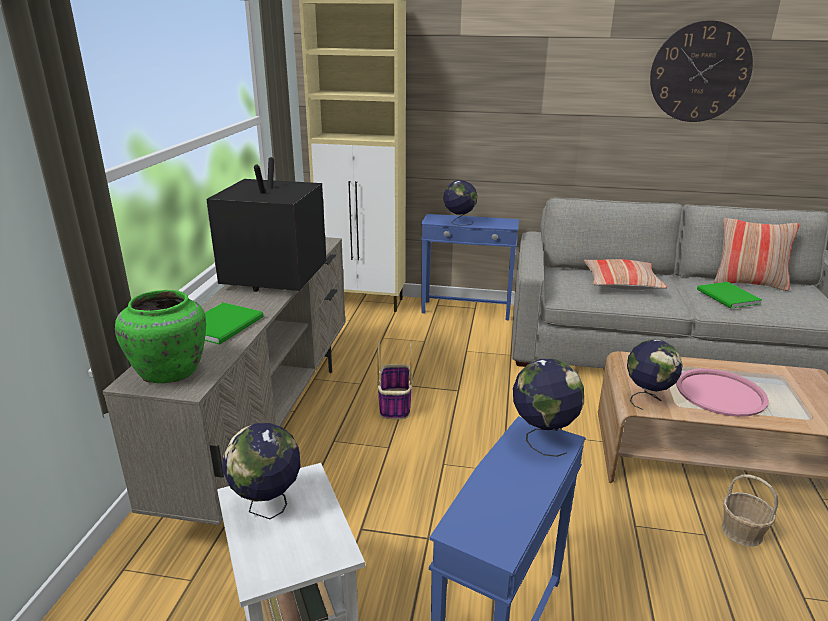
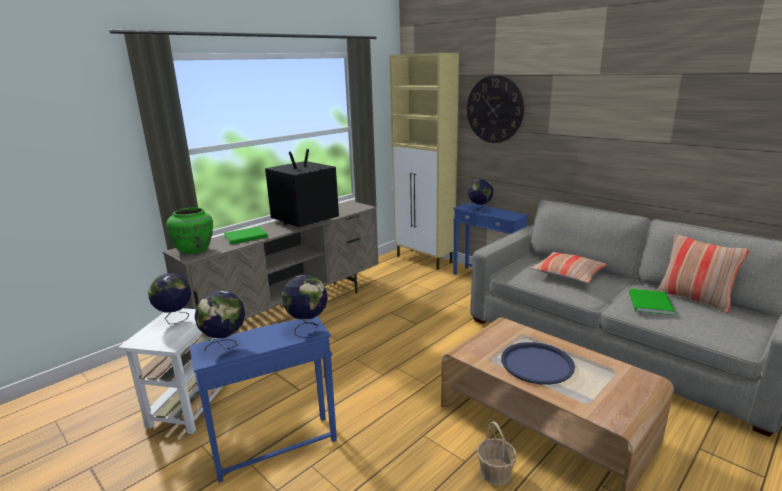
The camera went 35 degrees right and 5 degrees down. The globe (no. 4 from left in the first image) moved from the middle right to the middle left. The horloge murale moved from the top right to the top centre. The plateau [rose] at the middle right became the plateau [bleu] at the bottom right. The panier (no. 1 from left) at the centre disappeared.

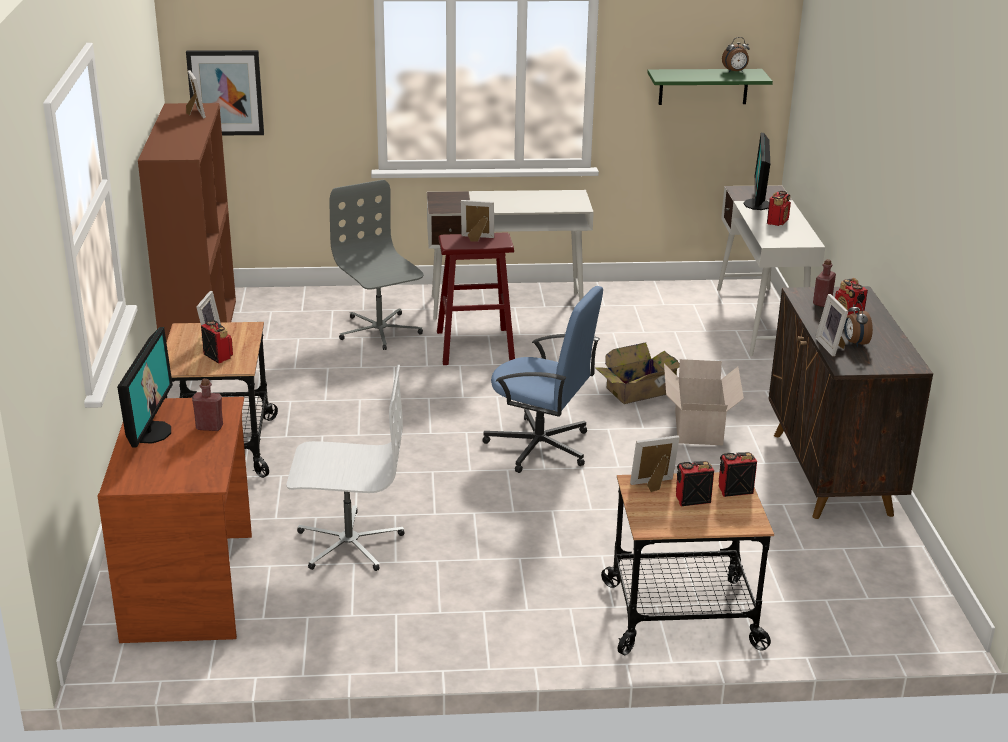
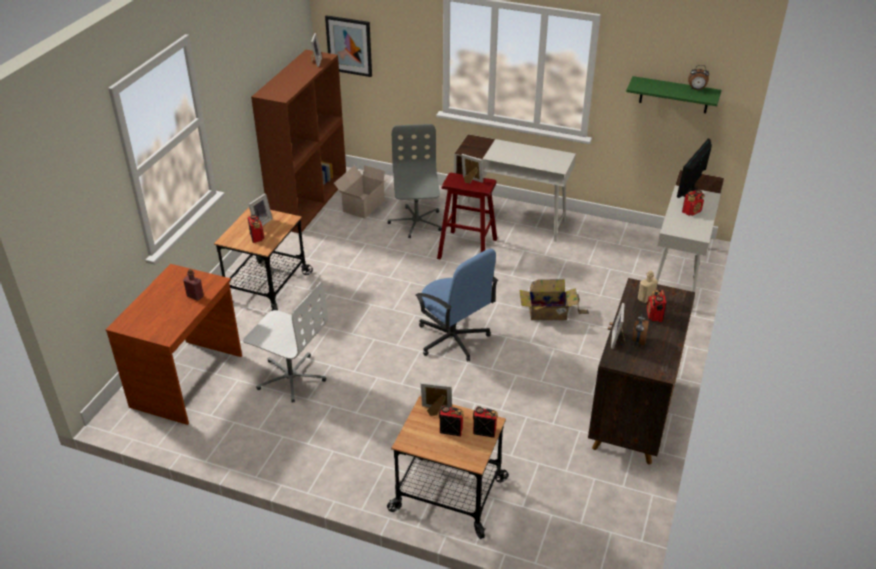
The camera went 25 degrees right and 10 degrees up. The carton (no. 2 from left in the first image) moved from the middle right to the centre. The bouteille [rouge] (no. 2 from left) at the middle right became the bouteille [beige] at the middle right. The écran d'ordinateur (no. 1 from left) at the middle left disappeared.

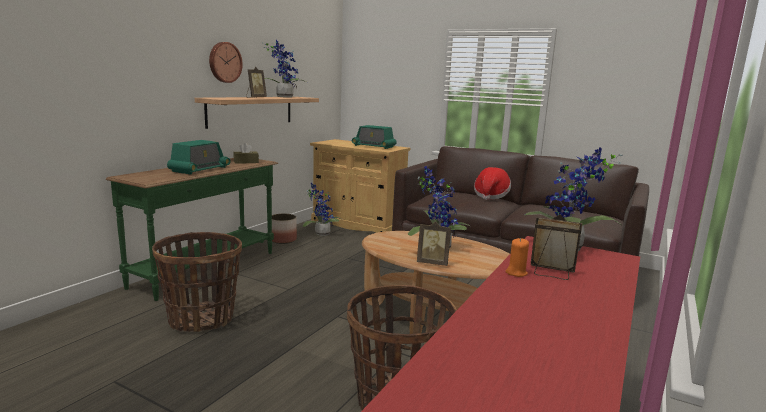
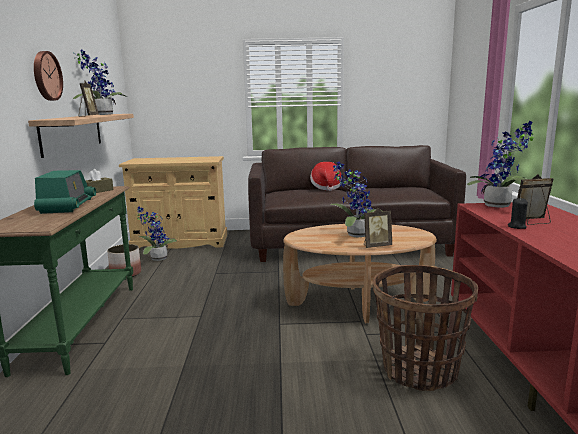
The camera went 30 degrees left and 0 degrees up. The bougie [orange] at the middle right became the bougie [noir] at the middle right. The panier (no. 1 from left) at the bottom left disappeared. The radio (no. 2 from left) at the top centre disappeared.

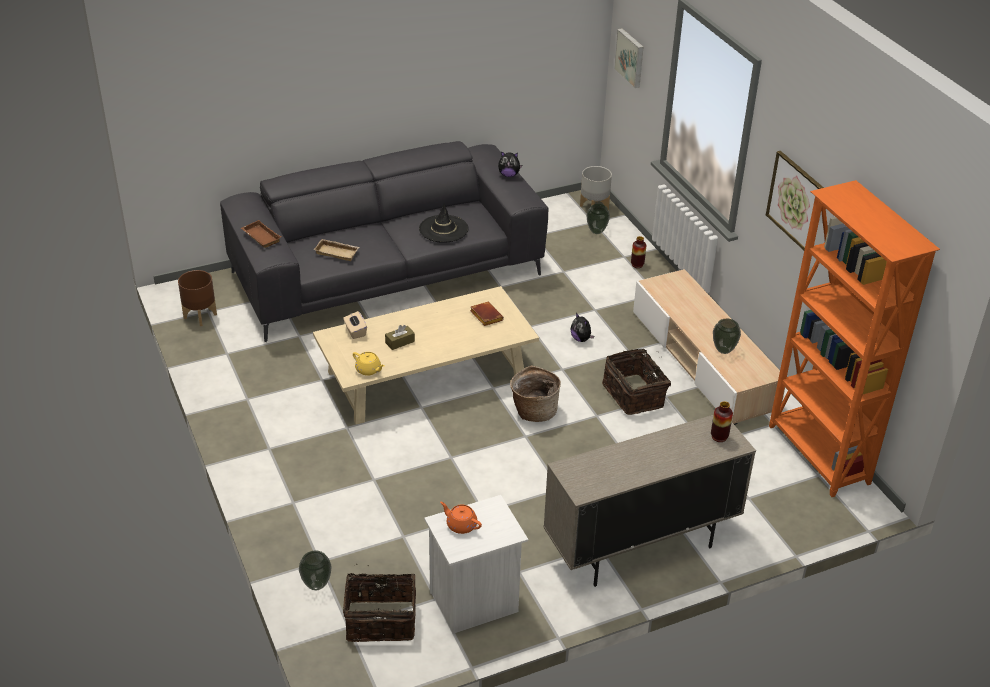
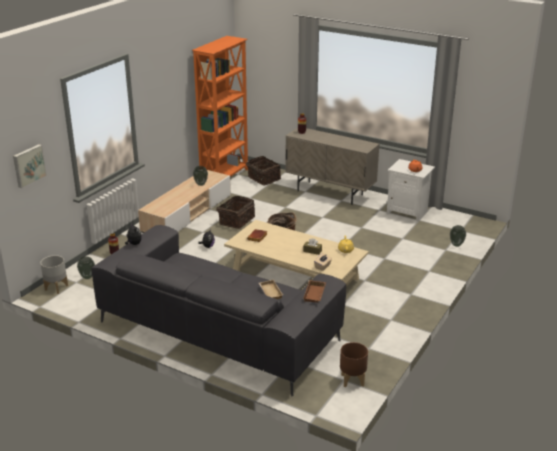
The camera went 125 degrees left and 10 degrees down. The panier (no. 1 from left in the first image) moved from the bottom centre to the centre. The chapeau [noir] at the top centre disappeared. The tableau (no. 2 from left) at the top right disappeared.

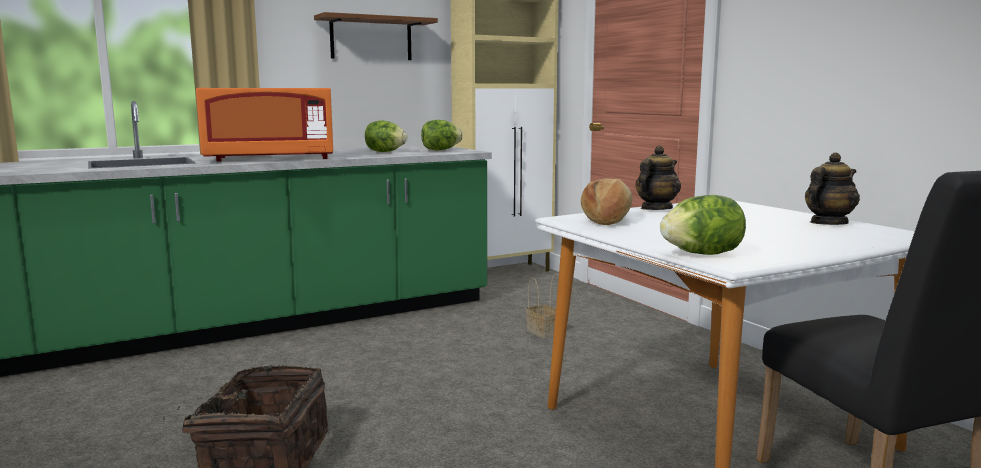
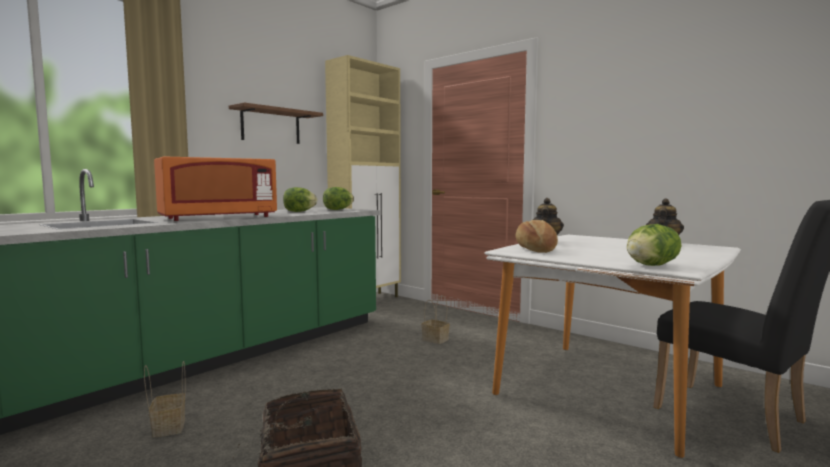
The camera went 20 degrees left and 5 degrees down. The panier (no. 1 from left) at the bottom left appeared.

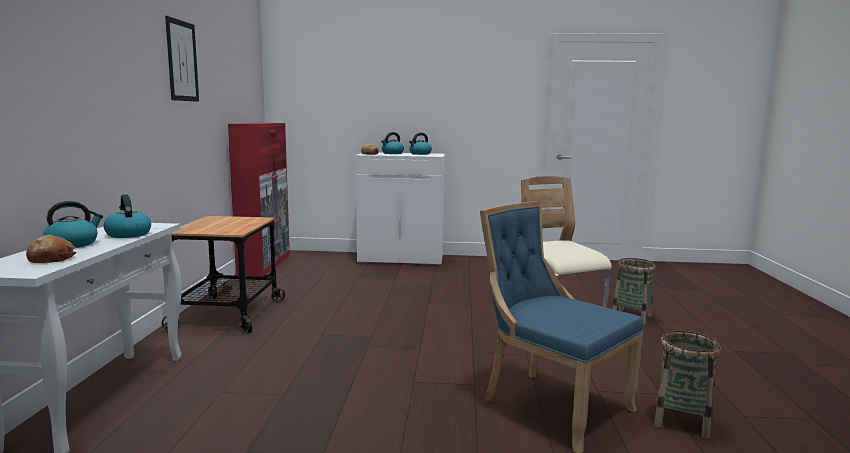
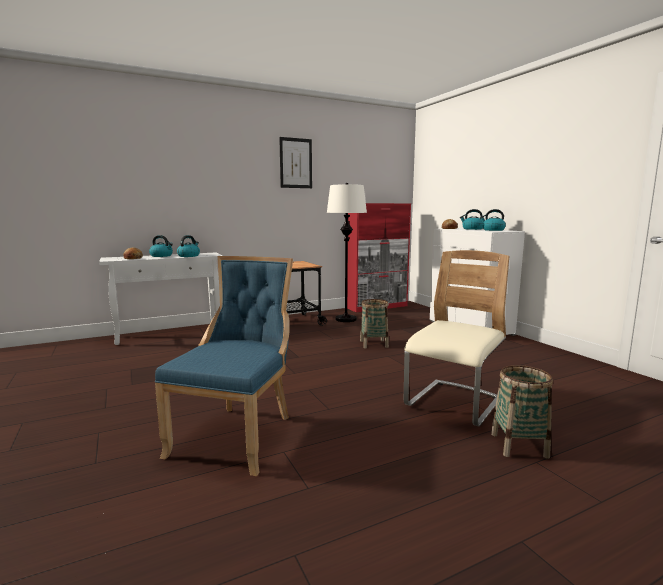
The camera went 60 degrees right and 0 degrees up. The lampadaire [blanc] at the centre appeared. The panier (no. 2 from left in the first image) moved from the bottom right to the centre.

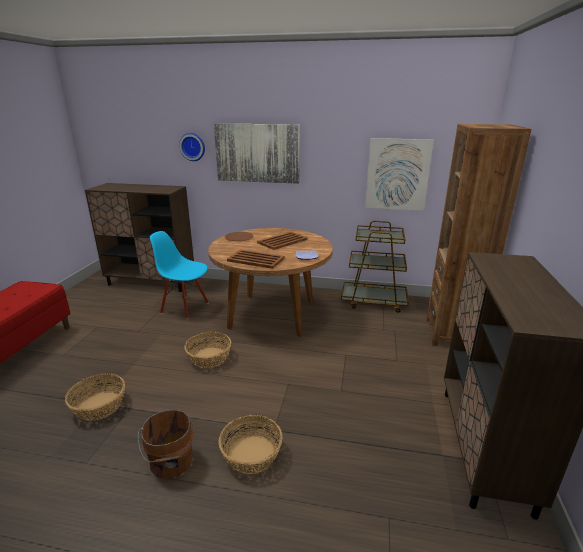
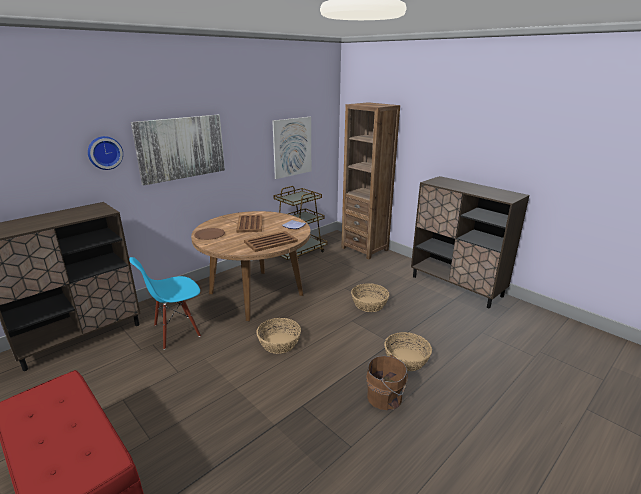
The camera went 55 degrees left and 0 degrees up. The panier (no. 1 from left in the first image) moved from the bottom left to the centre.

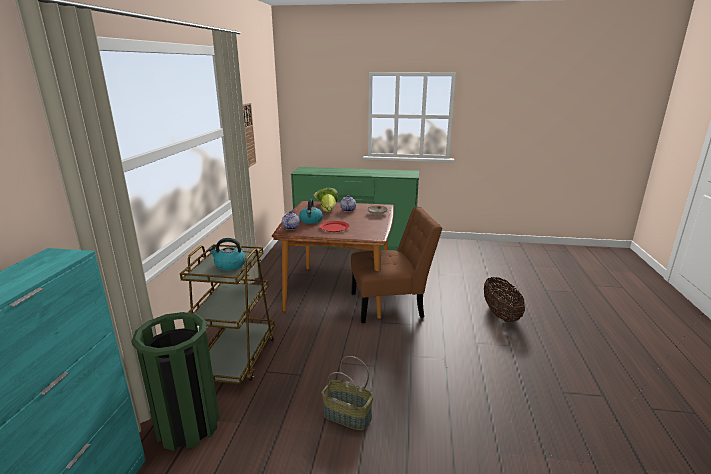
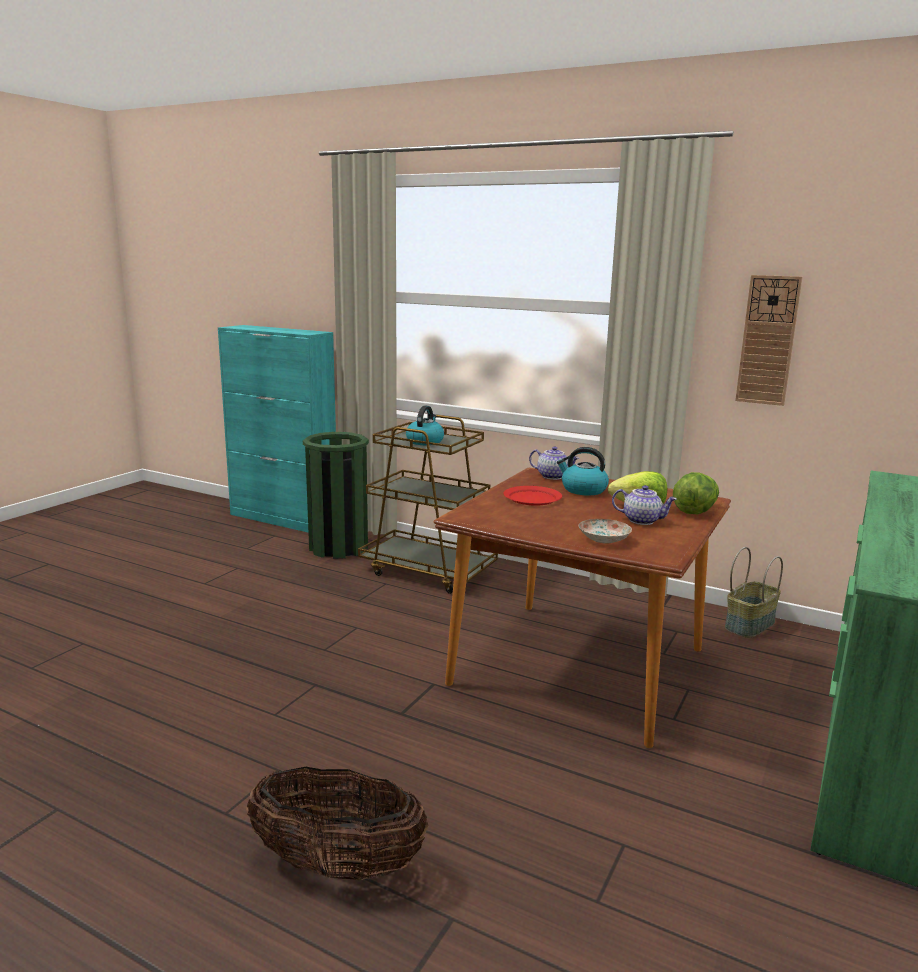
The camera went 110 degrees right and 5 degrees down. The panier (no. 1 from left in the first image) moved from the bottom centre to the middle right. The chaise [marron] at the centre disappeared.

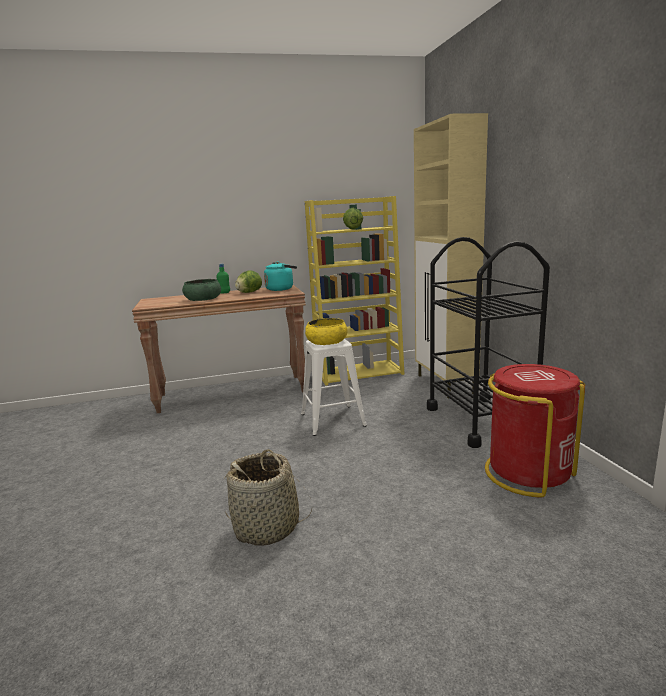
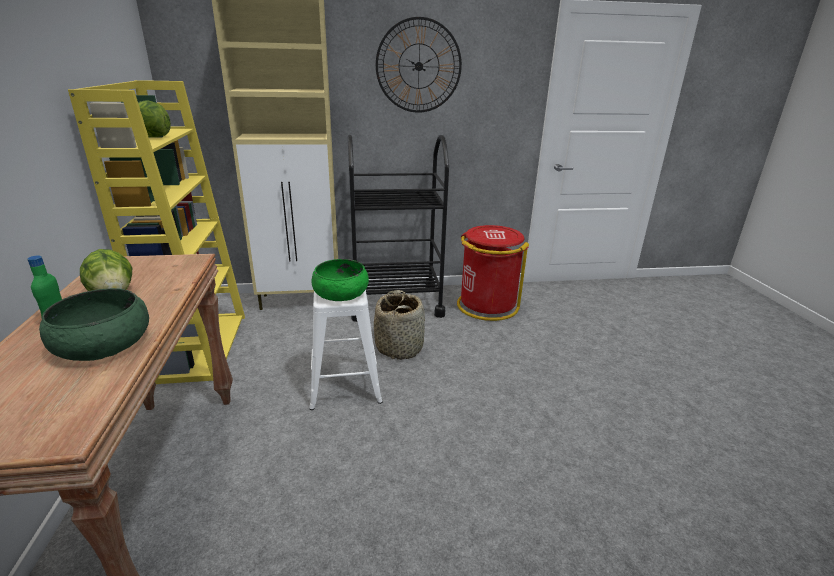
The camera went 85 degrees left and 10 degrees up. The bol [jaune] at the centre became the bol [vert] (no. 2 from left) at the centre. The panier moved from the bottom centre to the centre. The horloge murale at the top centre appeared. The bouilloire [turquoise] at the centre disappeared.

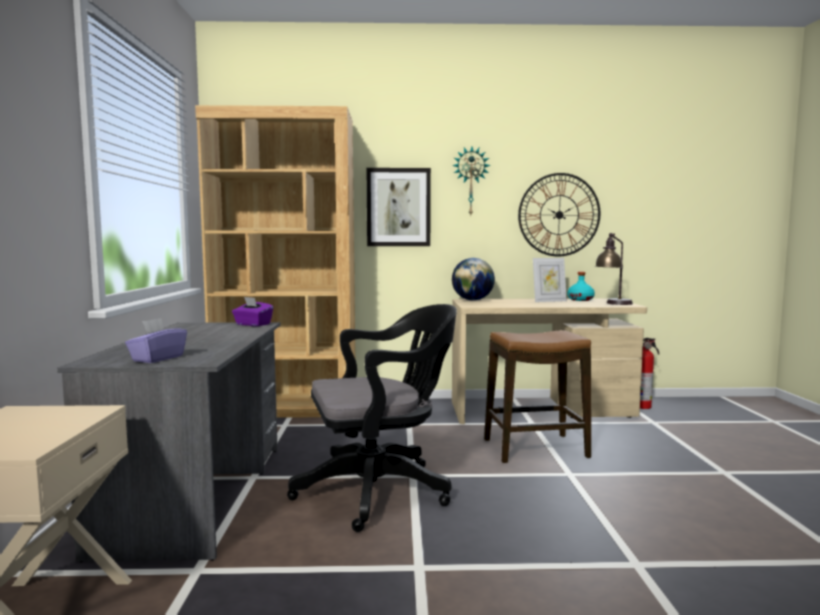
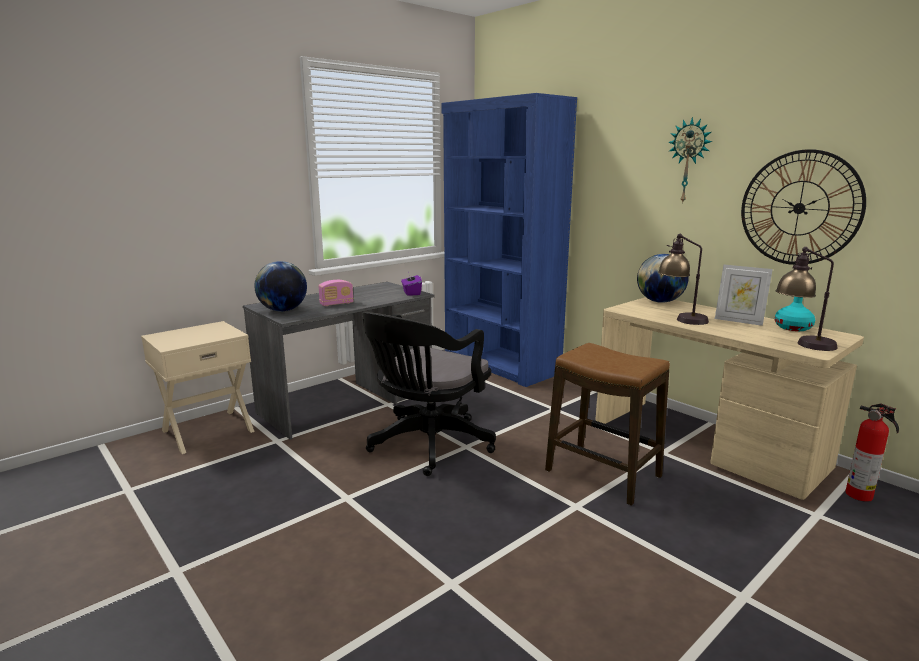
The camera went 50 degrees right and 10 degrees up. The boîte à mouchoirs [violet] (no. 1 from left) at the middle left was replaced by the globe (no. 1 from left) at the middle left. The radio at the centre appeared. The chaise de bureau [noir] at the bottom centre turned 90 degrees clockwise. The bibliothèque [marron] at the centre became the bibliothèque [bleu] at the centre. The lampe de table (no. 1 from left) at the middle right appeared. The tableau at the centre disappeared.

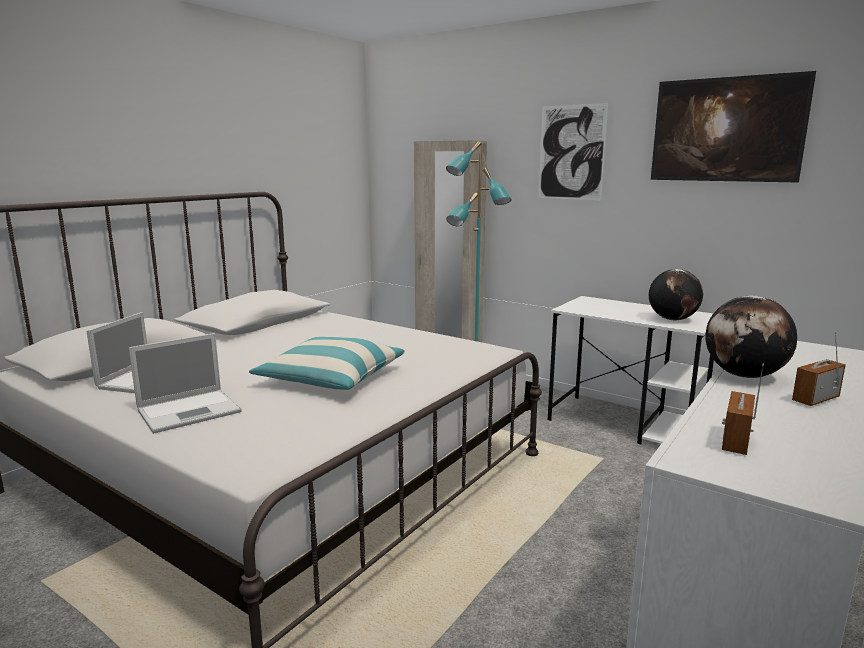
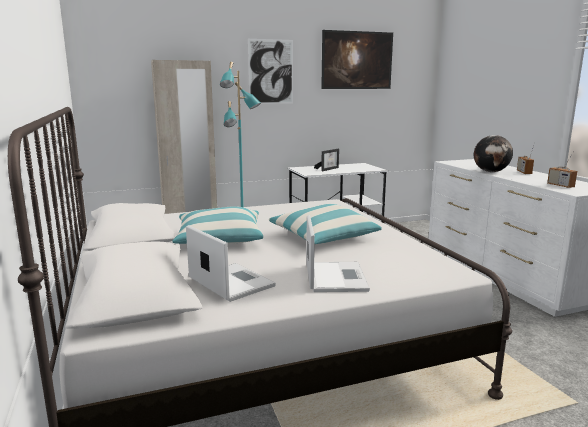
The camera went 55 degrees left and 0 degrees up. The coussin (no. 1 from left) at the centre appeared. The cadre photo at the centre appeared. The globe (no. 1 from left) at the middle right disappeared.

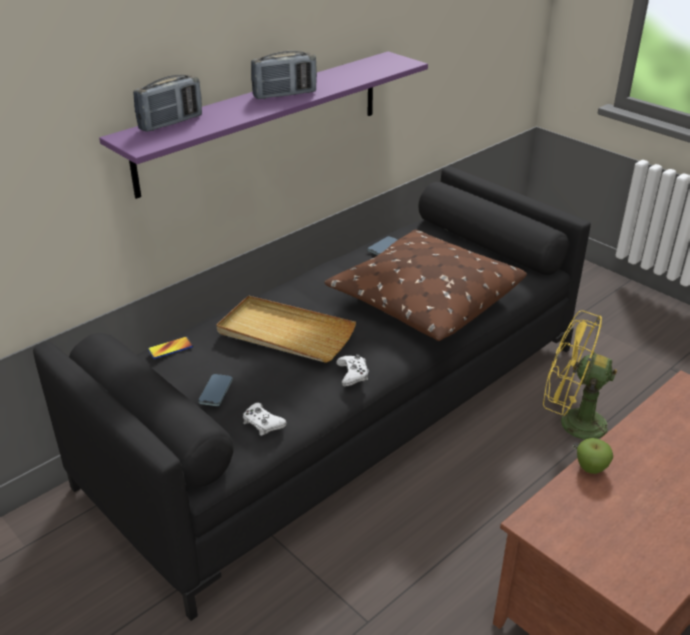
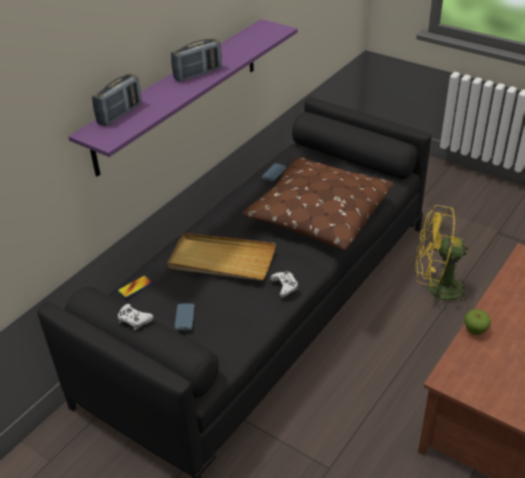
The camera went 10 degrees left and 5 degrees up. The manette [blanc] (no. 1 from left) moved from the centre to the middle left.

